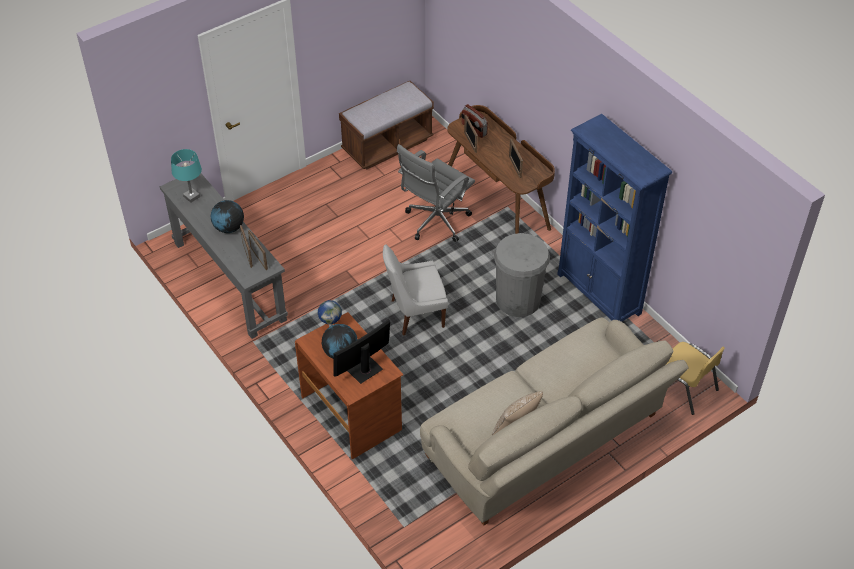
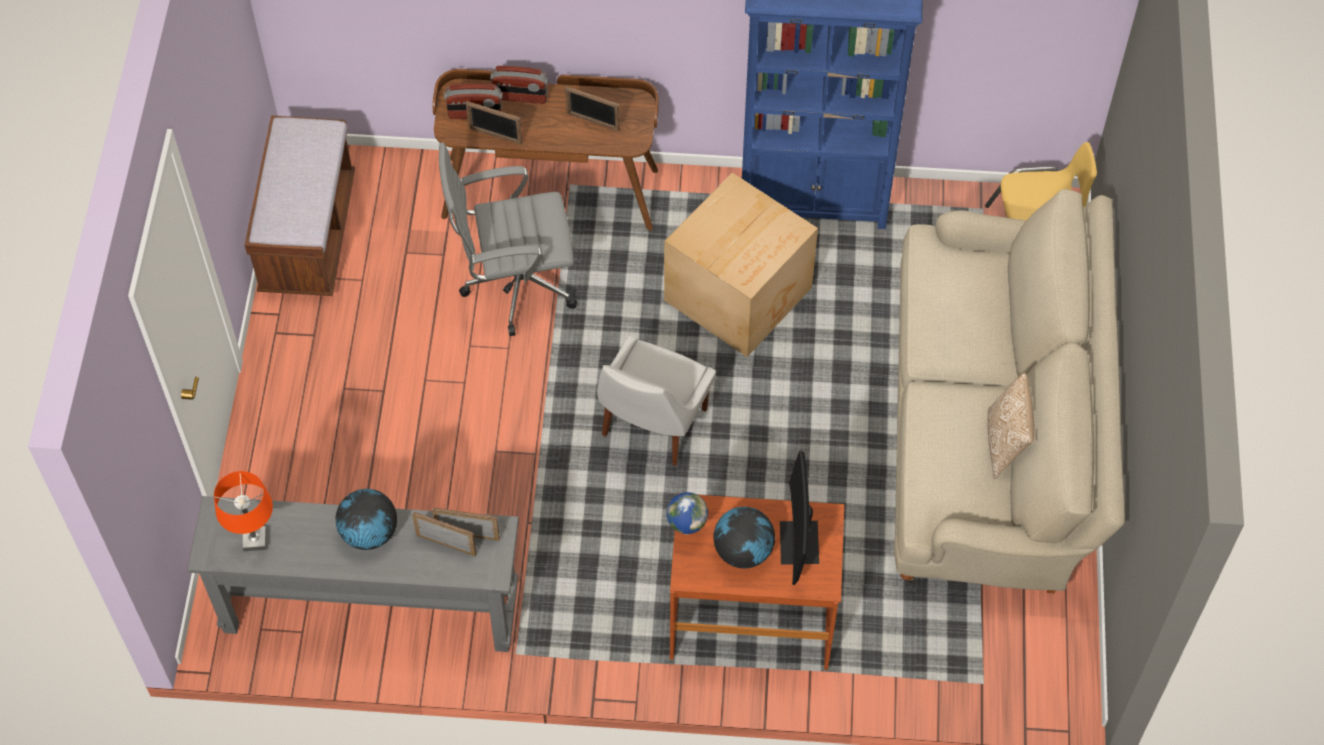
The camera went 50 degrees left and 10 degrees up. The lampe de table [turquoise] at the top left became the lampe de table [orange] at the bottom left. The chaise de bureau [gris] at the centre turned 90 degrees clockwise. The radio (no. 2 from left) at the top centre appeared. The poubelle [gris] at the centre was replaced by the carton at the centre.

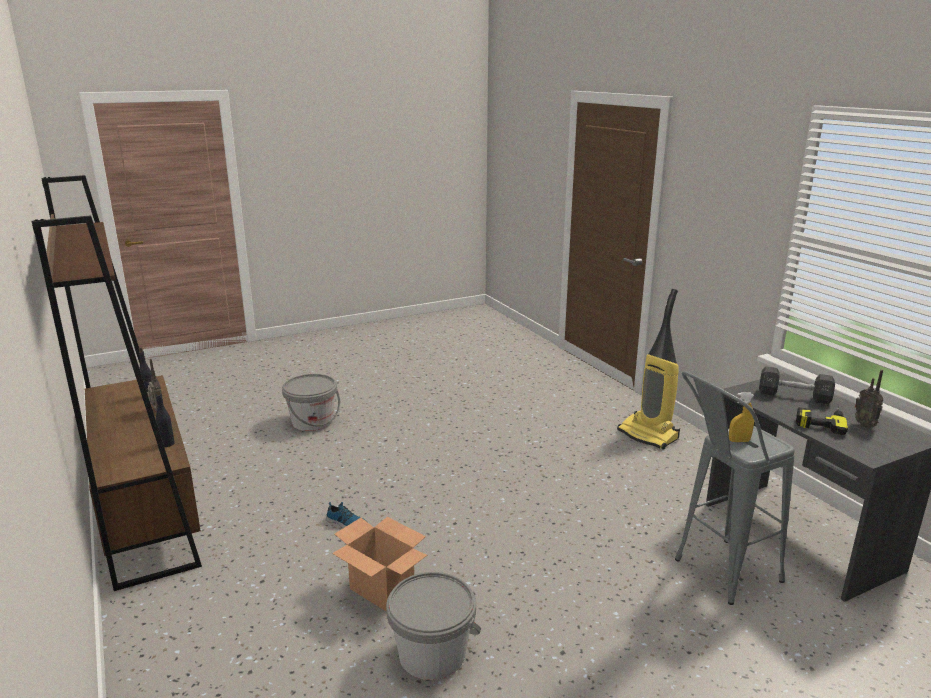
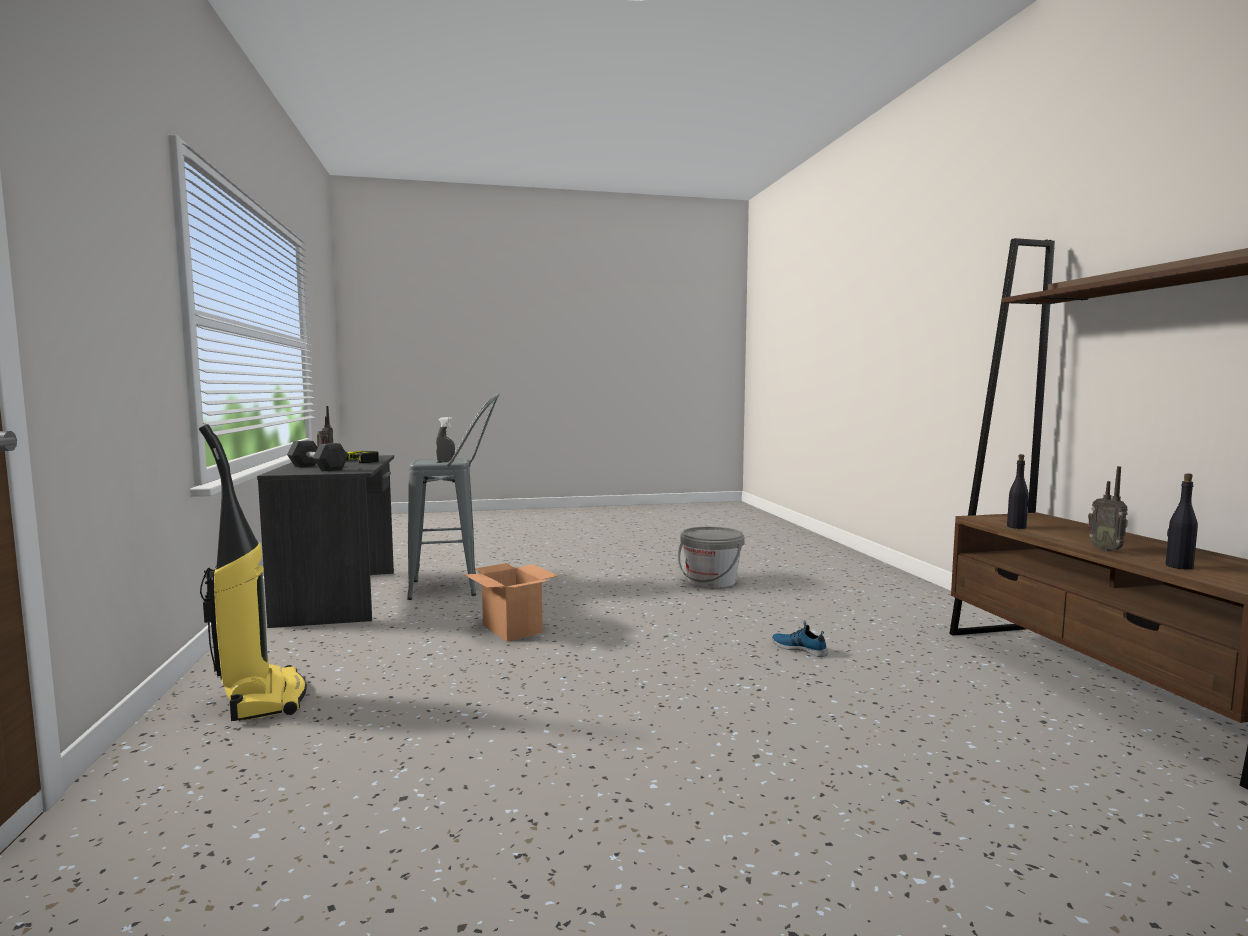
The camera went 165 degrees left and 15 degrees down. The vaporisateur [jaune] at the middle right became the vaporisateur [gris] at the centre. The carton moved from the bottom centre to the centre. The seau [gris] (no. 1 from left) at the centre disappeared.

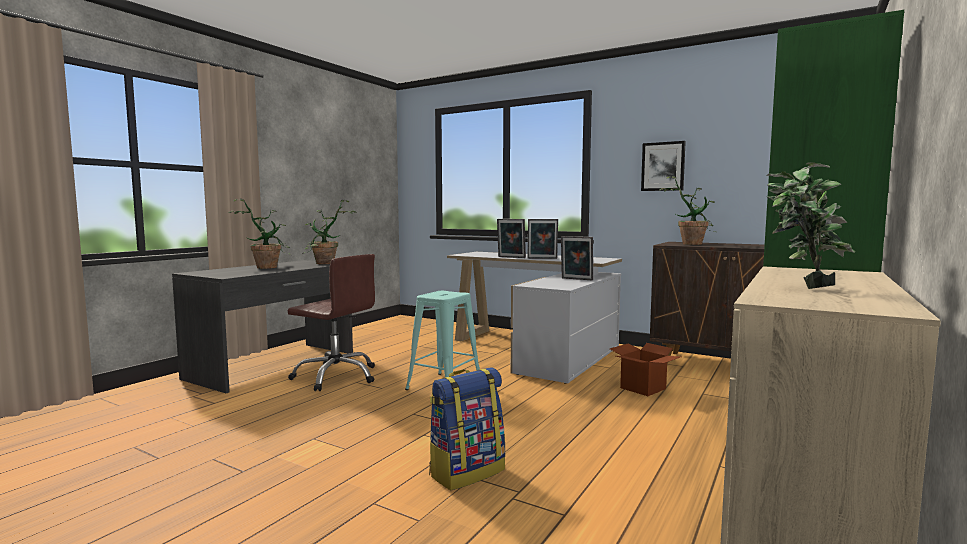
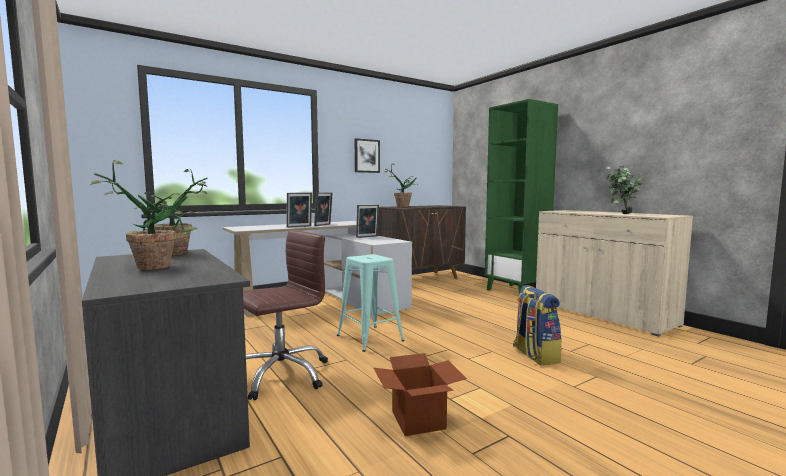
The camera went 65 degrees left and 0 degrees up. The carton moved from the bottom right to the bottom centre.

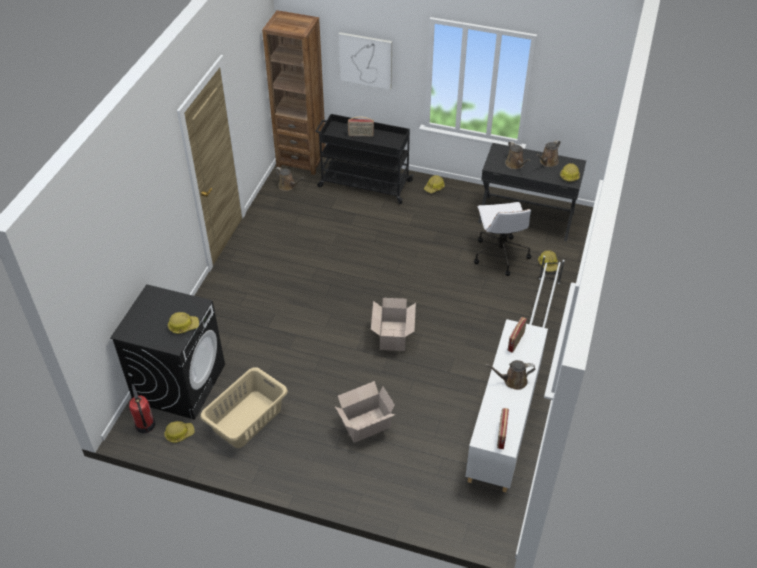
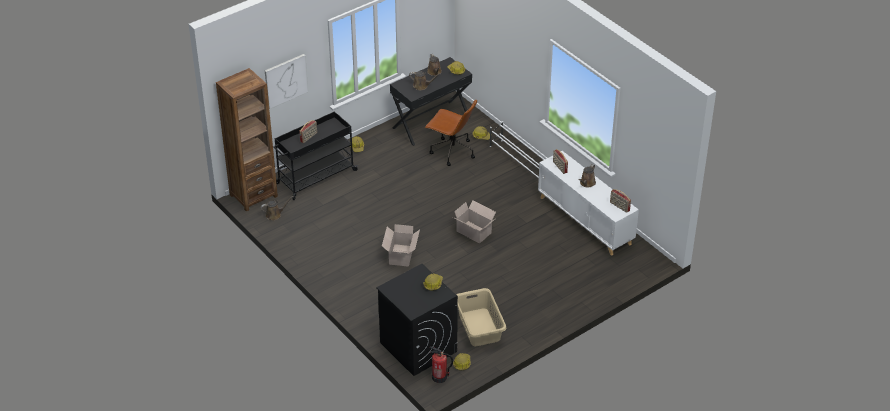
The camera went 55 degrees left and 5 degrees down. The carton (no. 1 from left) moved from the bottom centre to the centre. The chaise de bureau [blanc] at the centre became the chaise de bureau [marron] at the top centre.

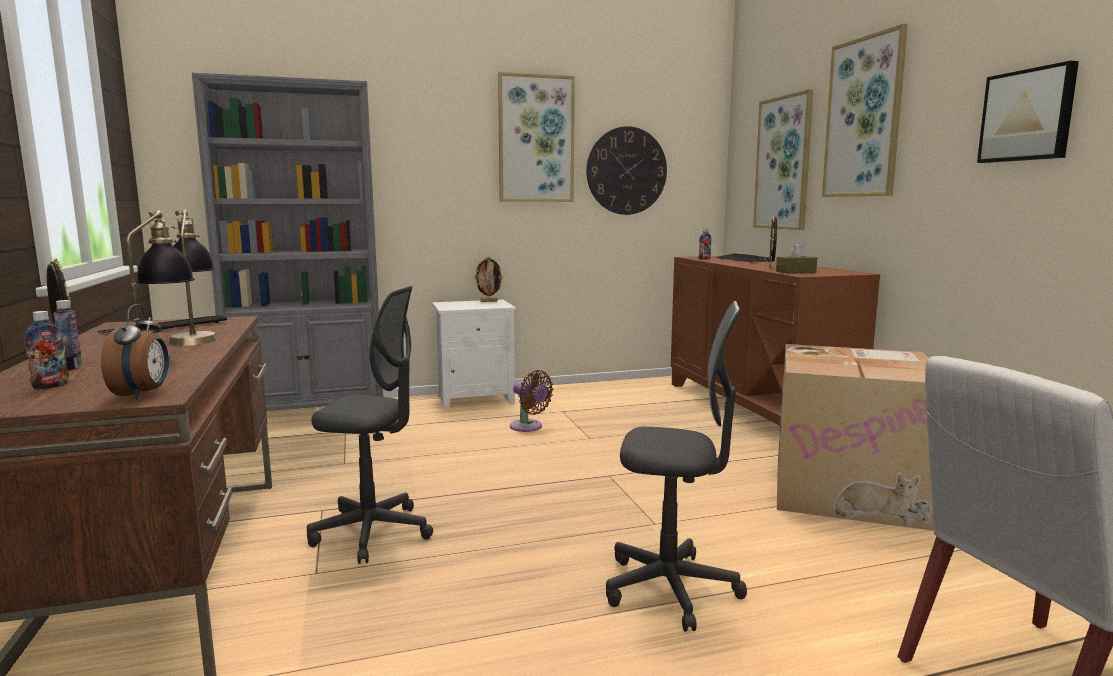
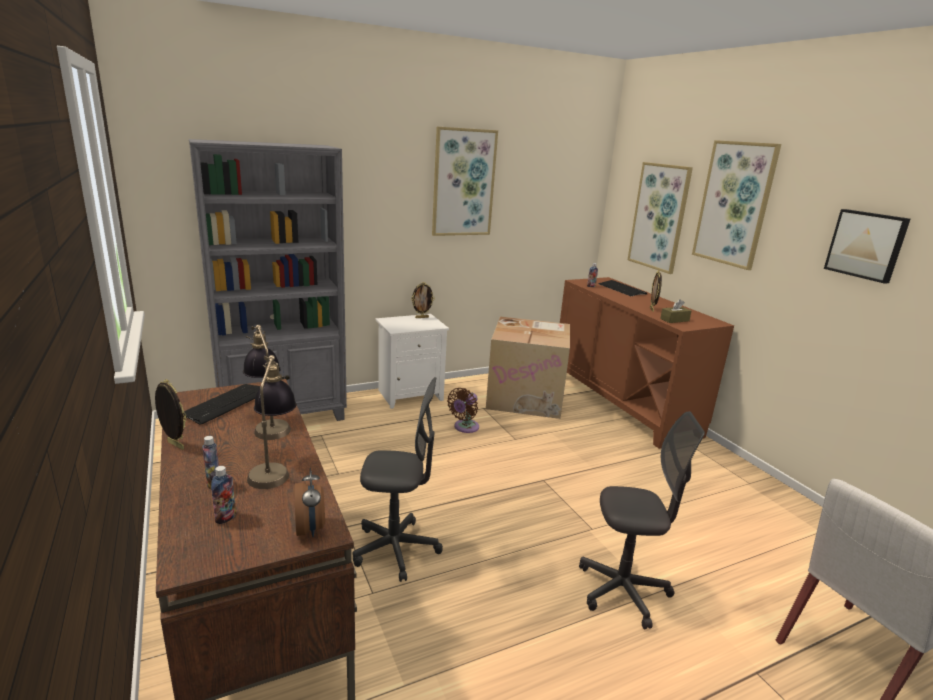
The camera went 10 degrees left and 10 degrees up. The ventilateur [marron] at the centre turned 90 degrees clockwise. The carton moved from the middle right to the centre. The horloge murale at the top centre disappeared.

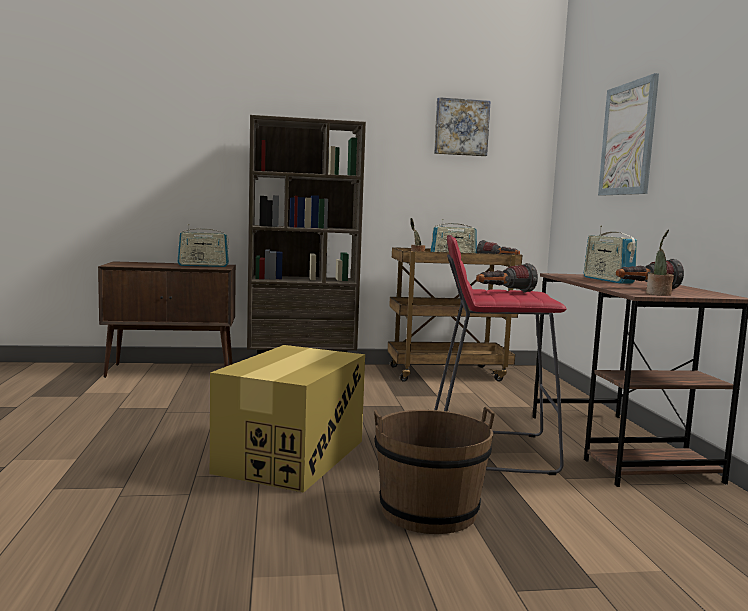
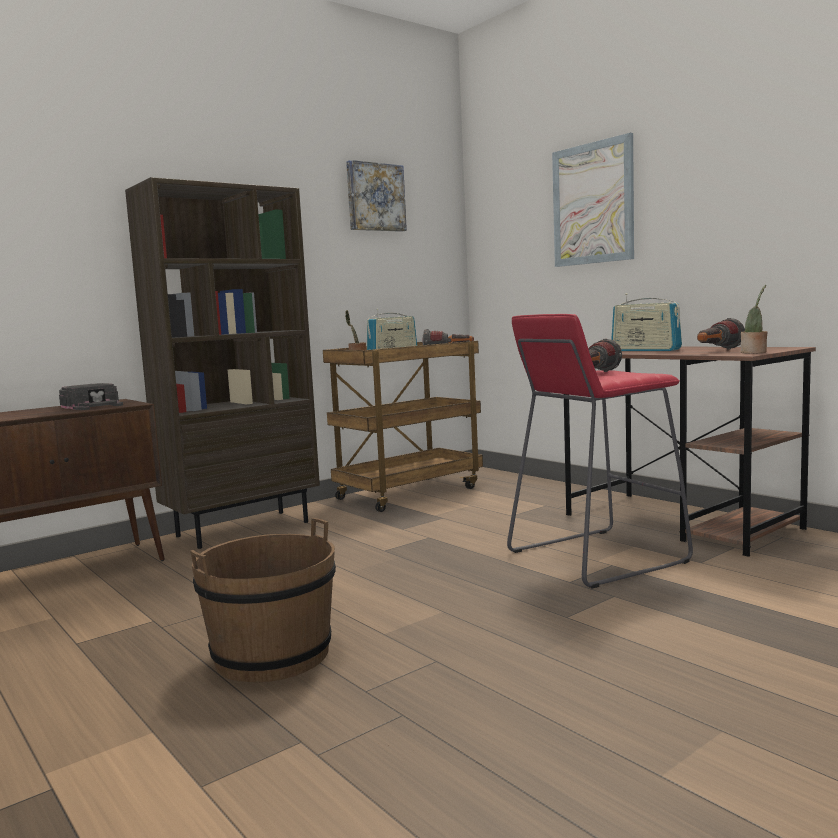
The camera went 30 degrees left and 0 degrees up. The radio (no. 1 from left) at the middle left was replaced by the casquette [noir] at the middle left. The seau [marron] moved from the bottom centre to the bottom left. The carton at the bottom centre disappeared.

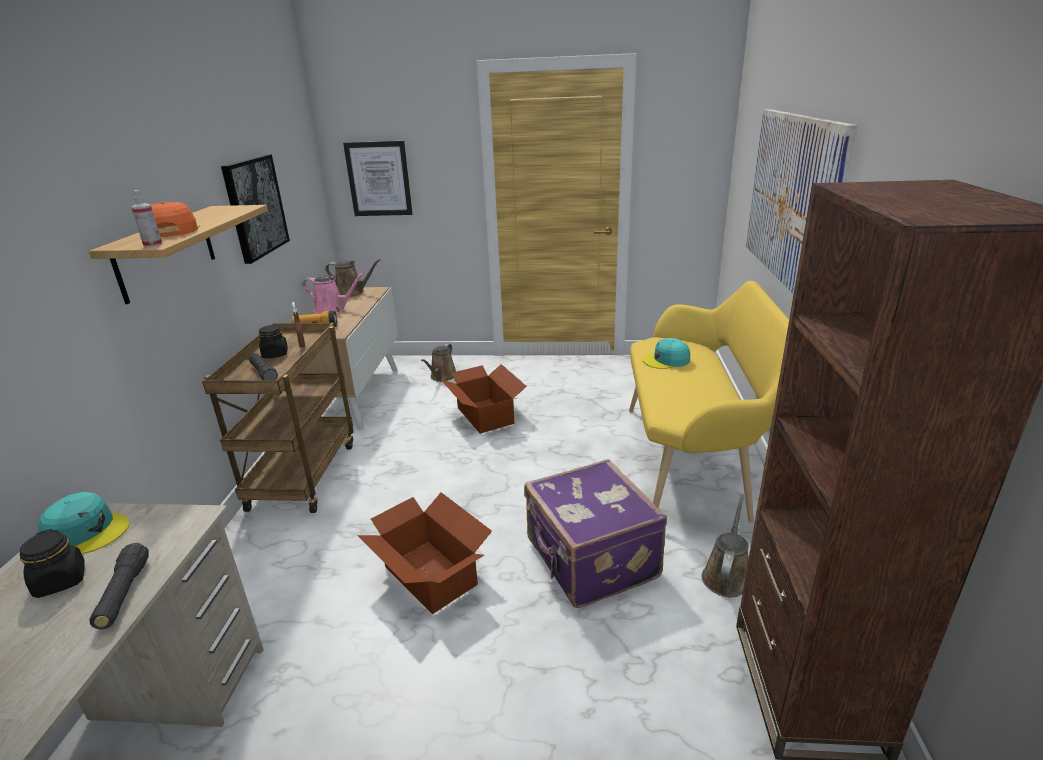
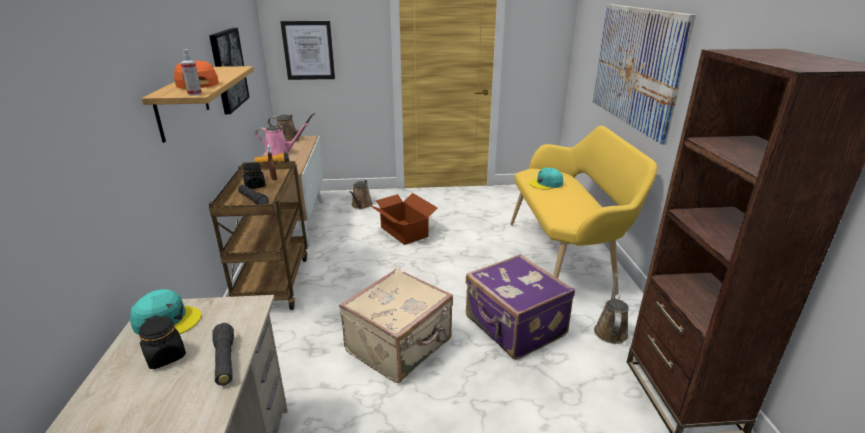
The camera went 10 degrees left and 0 degrees up. The carton (no. 1 from left) at the bottom centre was replaced by the valise [beige] at the bottom centre.

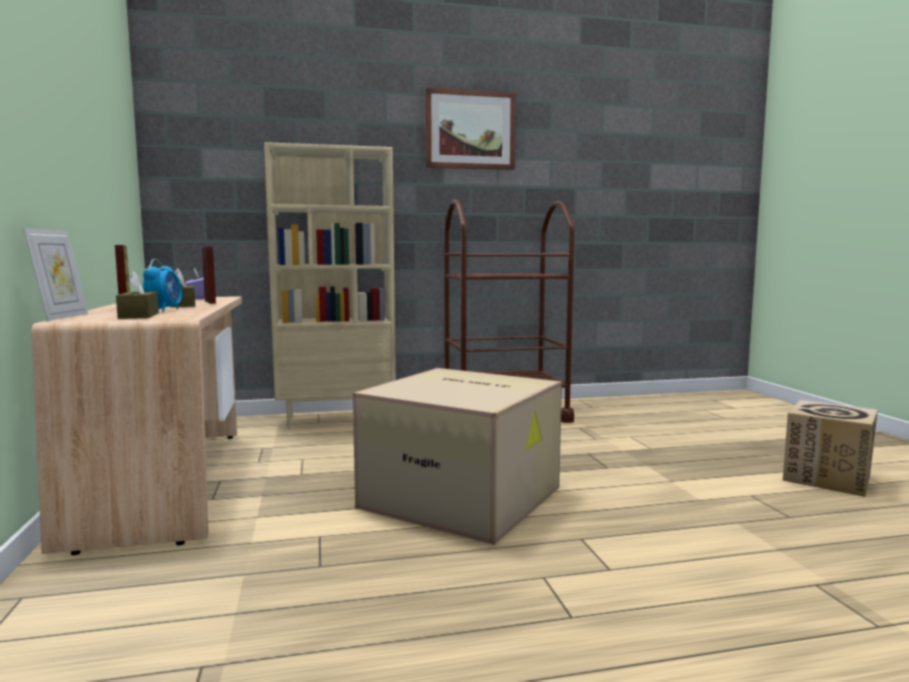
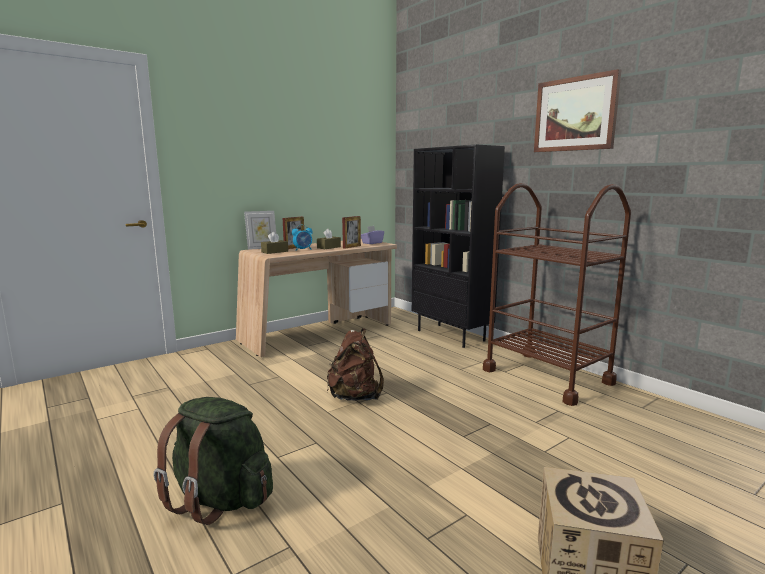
The camera went 65 degrees right and 5 degrees up. The sac à dos [vert] at the bottom left appeared. The carton (no. 1 from left) at the bottom centre was replaced by the sac à dos [marron] at the centre. The bibliothèque [beige] at the centre became the bibliothèque [noir] at the centre.

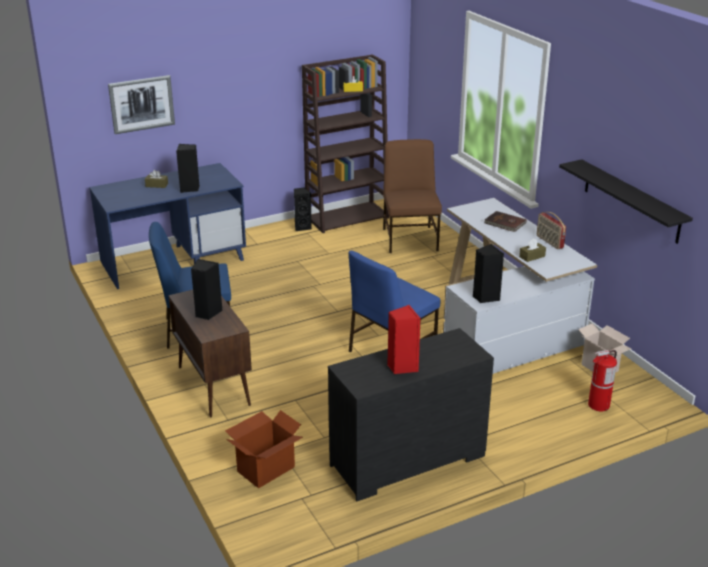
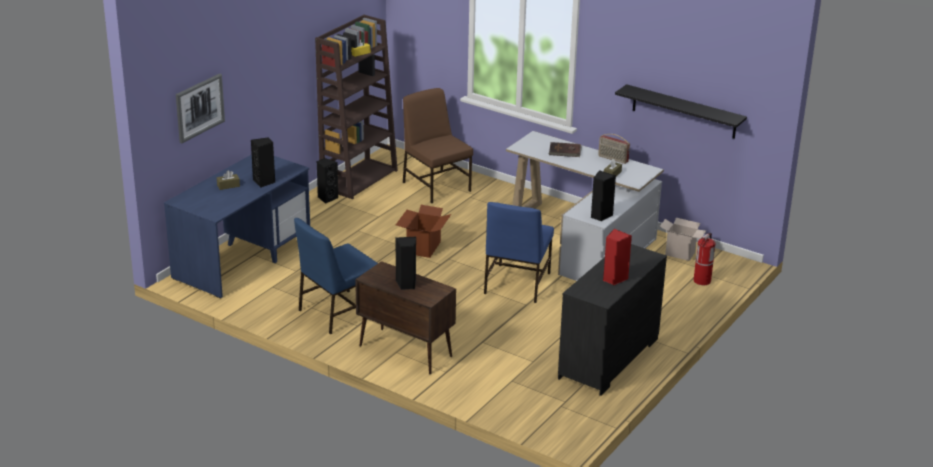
The camera went 30 degrees left and 0 degrees up. The carton (no. 1 from left) moved from the bottom centre to the centre.

